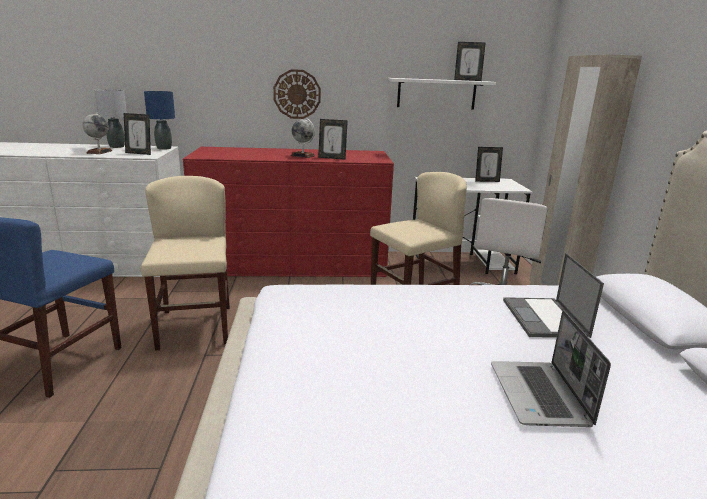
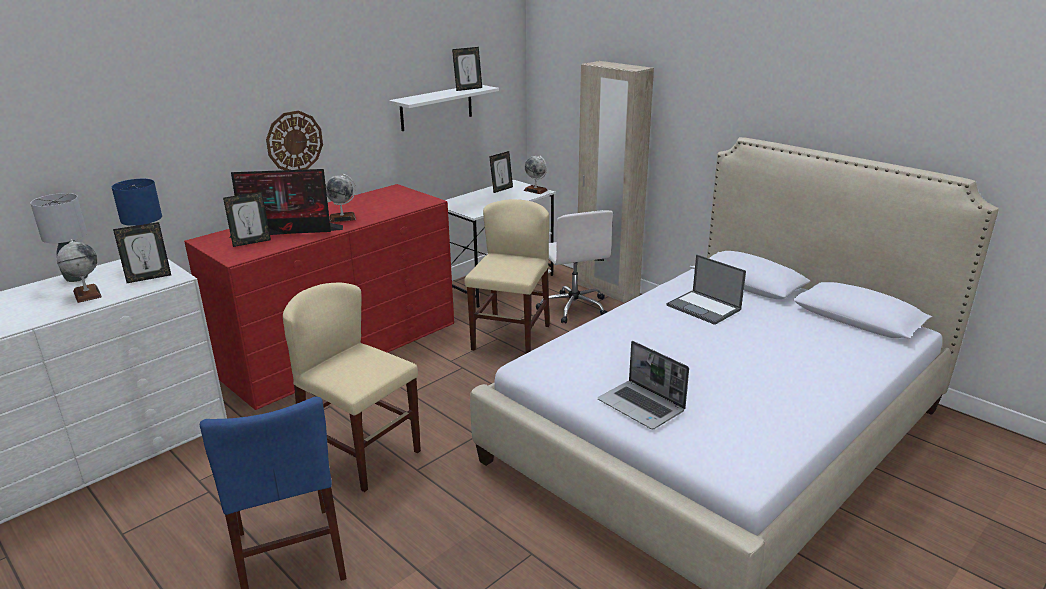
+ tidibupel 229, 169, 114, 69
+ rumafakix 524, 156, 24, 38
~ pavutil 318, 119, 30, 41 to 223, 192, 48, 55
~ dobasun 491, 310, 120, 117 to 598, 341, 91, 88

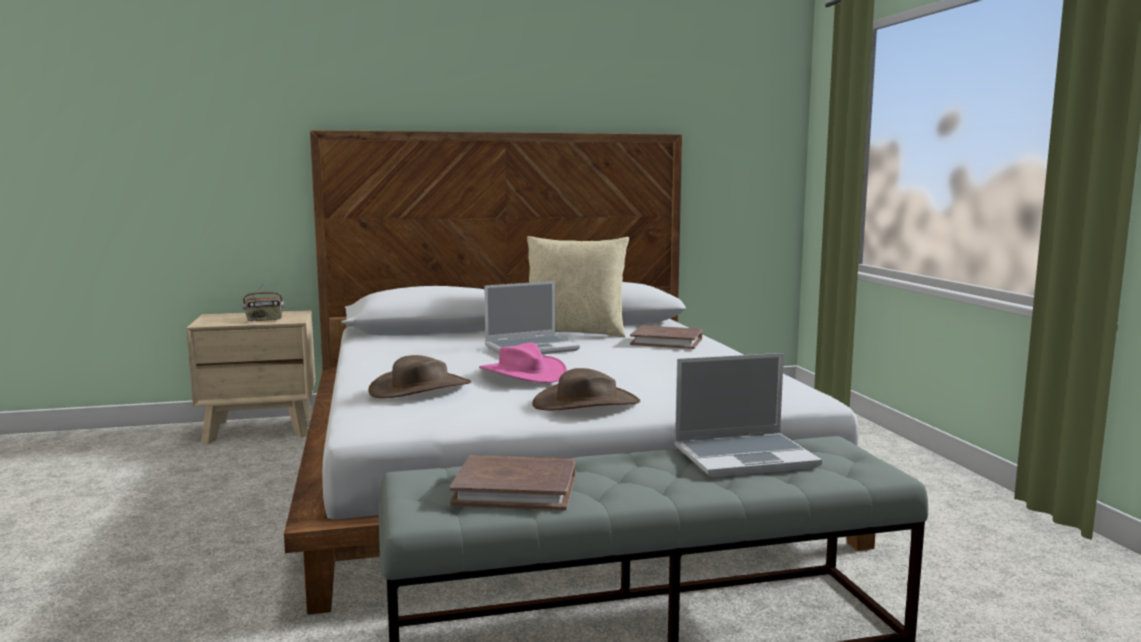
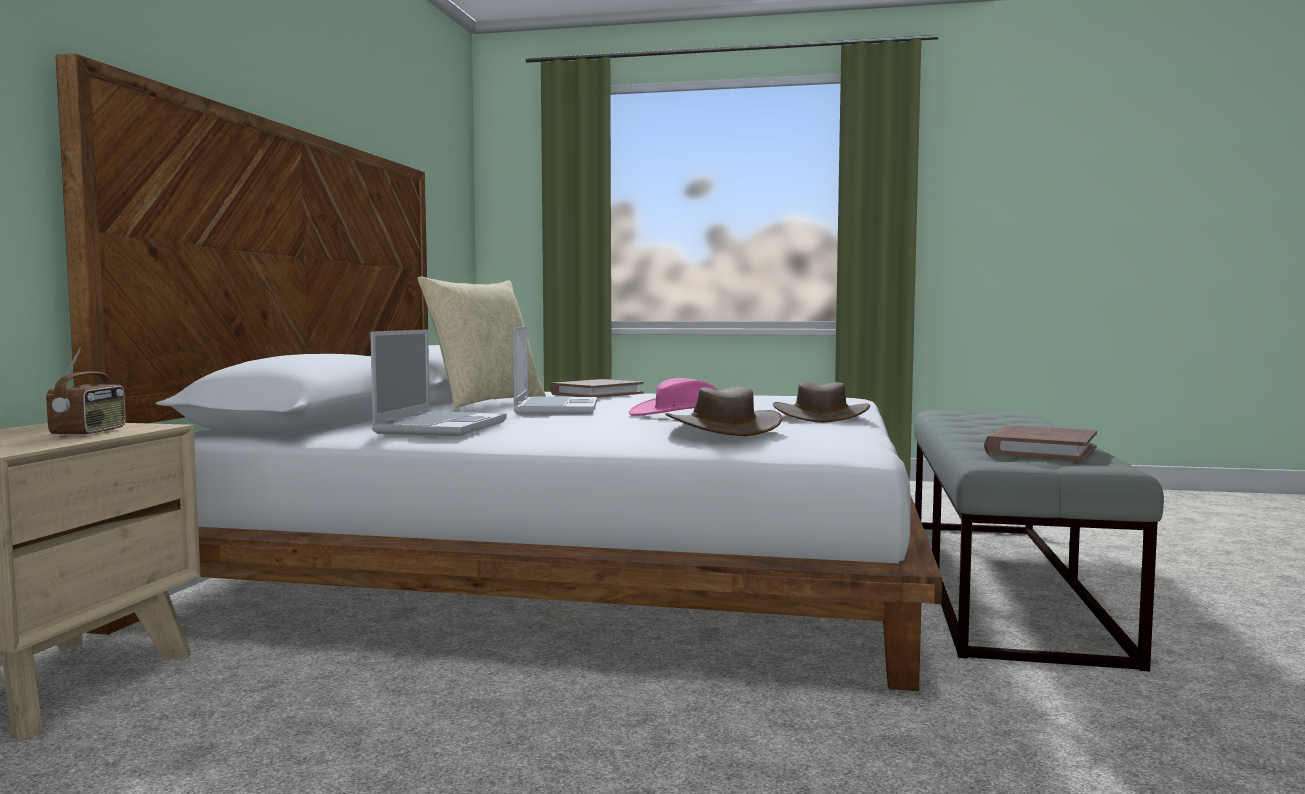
~ dobasun 674, 353, 148, 124 to 370, 330, 137, 106

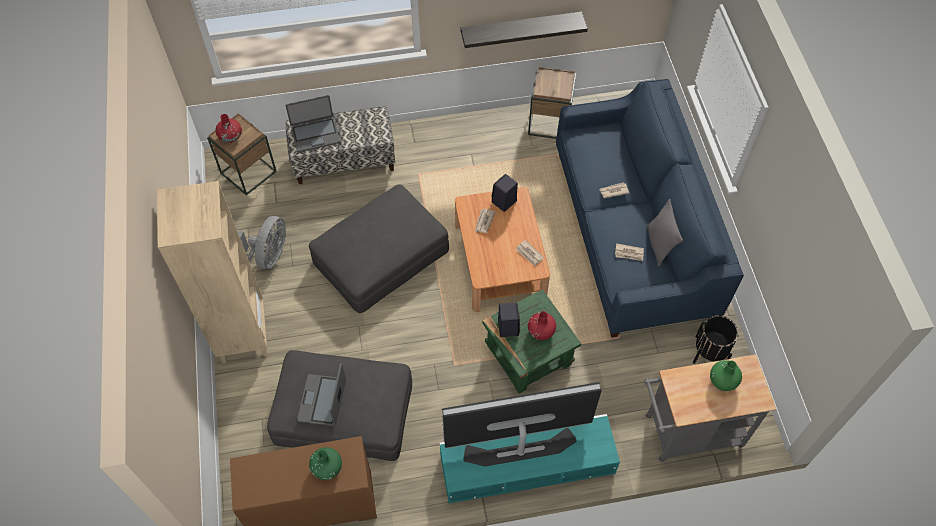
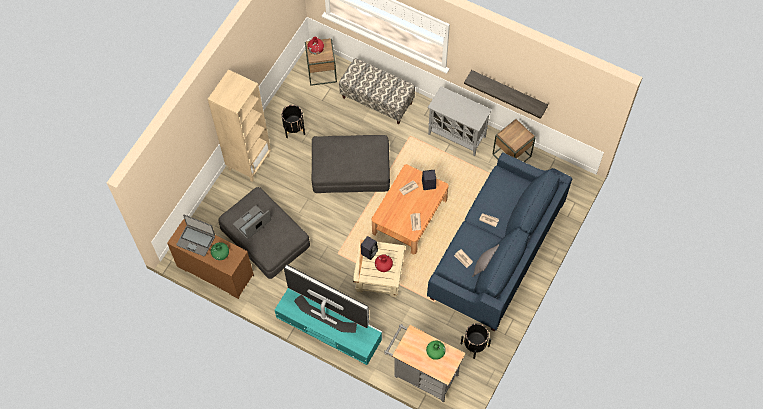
+ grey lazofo 428, 86, 64, 70
~ dobasun 286, 95, 54, 57 to 176, 215, 39, 41
~ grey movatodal 238, 216, 48, 53 to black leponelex 281, 105, 24, 33
~ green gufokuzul 482, 289, 99, 105 to beige gufokuzul 353, 239, 52, 58

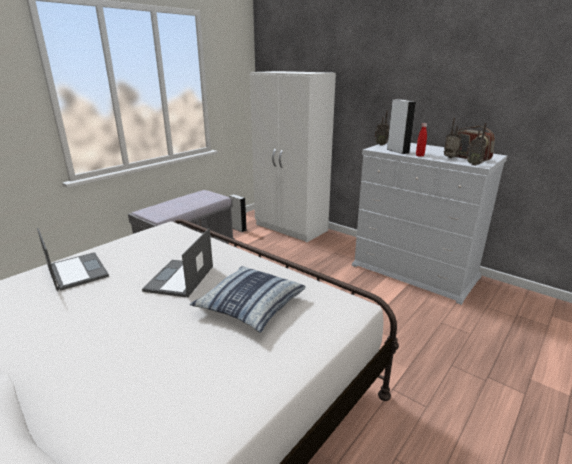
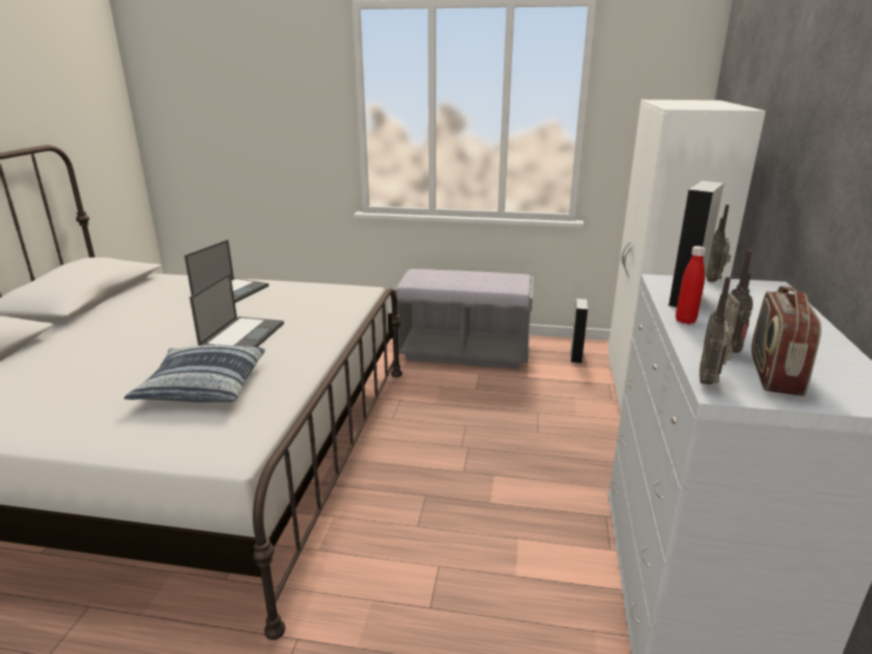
~ dobasun 142, 228, 71, 70 = 189, 273, 95, 74 120 degrees clockwise

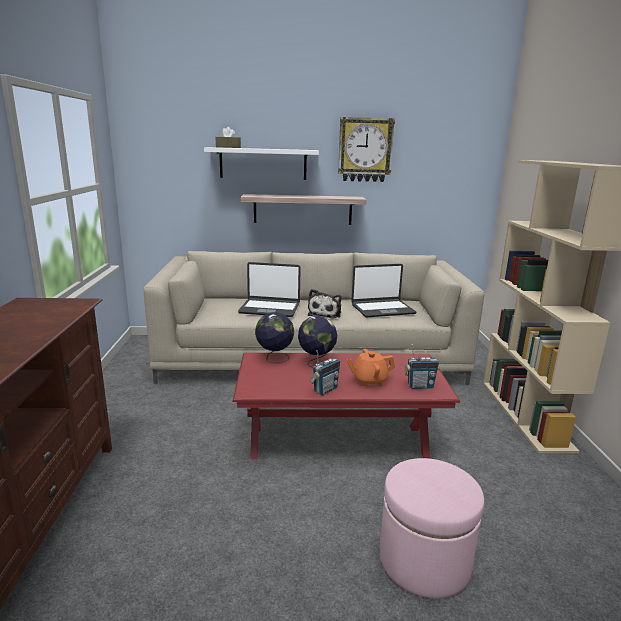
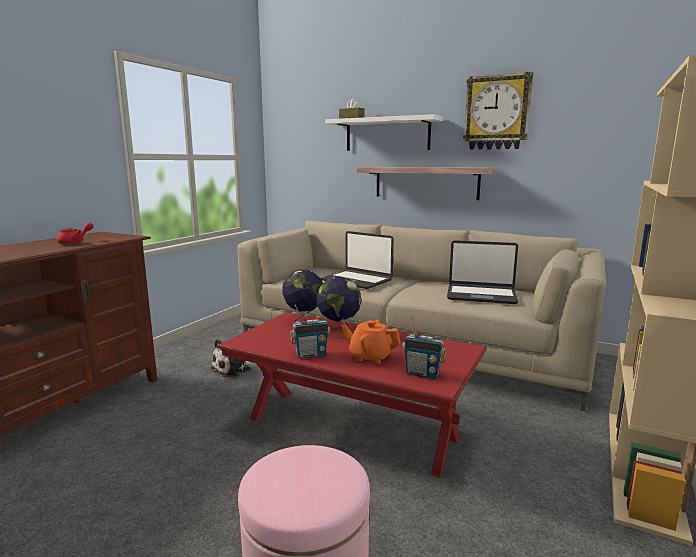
+ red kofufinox 57, 222, 37, 22
~ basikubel 308, 289, 34, 30 to 210, 339, 43, 38

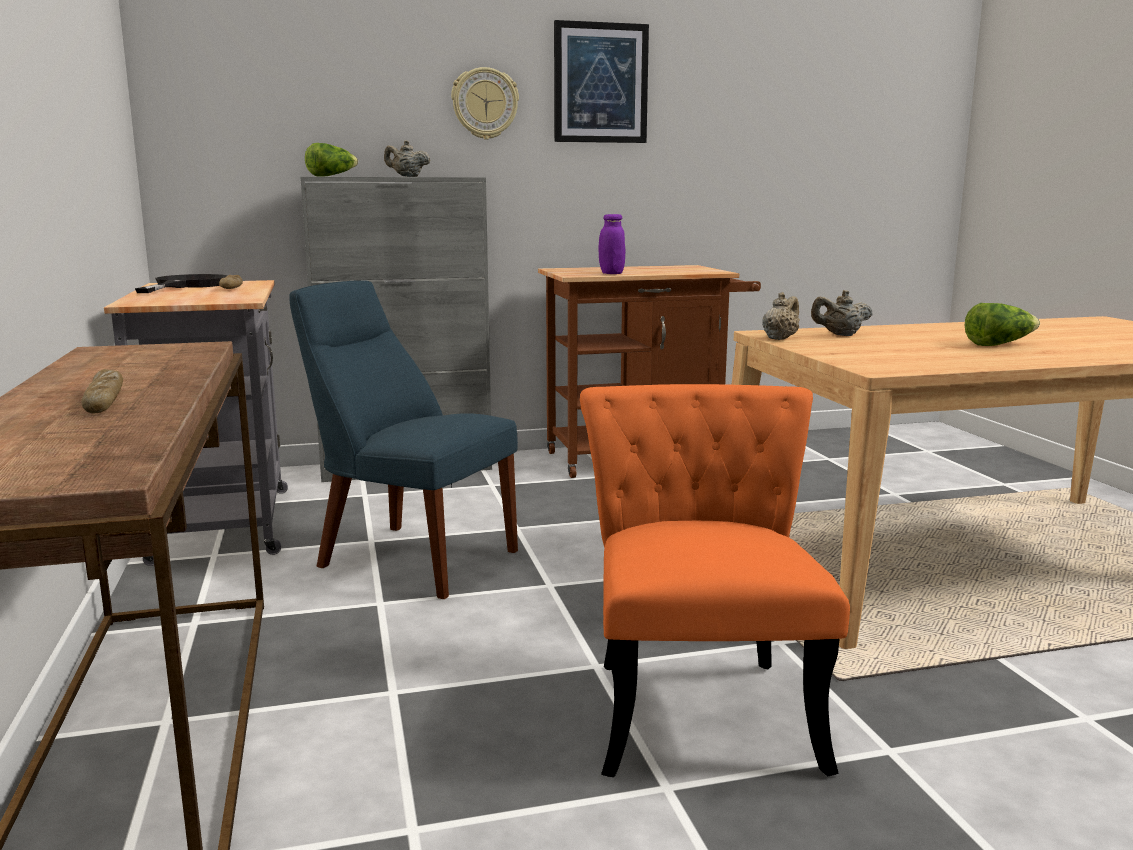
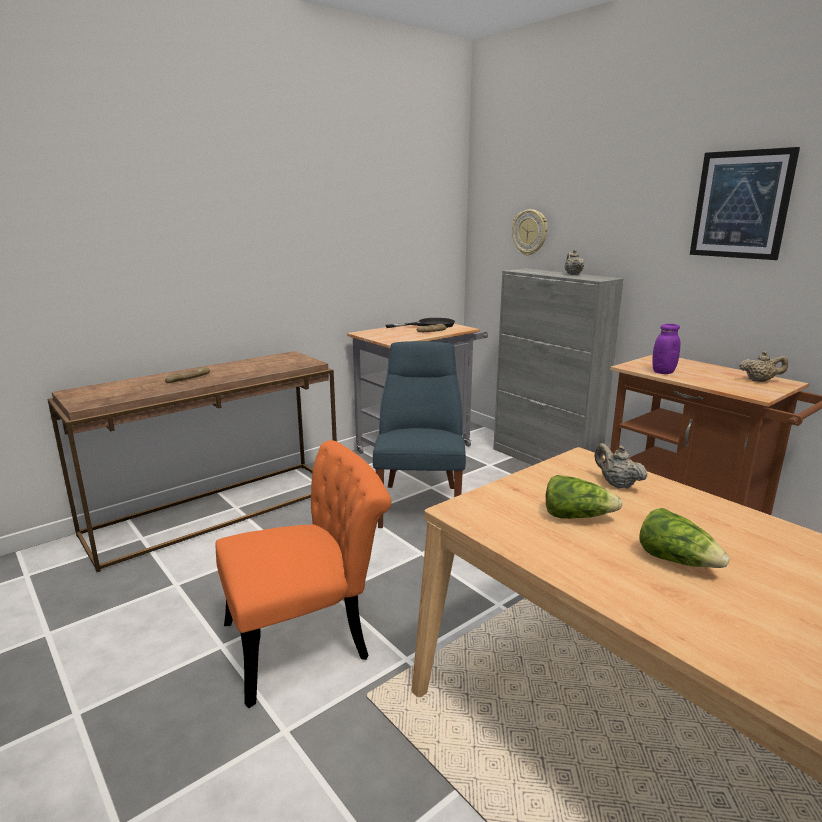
~ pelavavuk 305, 143, 53, 34 to 546, 475, 77, 44
~ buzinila 451, 67, 68, 72 to 512, 209, 36, 47
~ beige kofufinox 762, 292, 38, 48 to 739, 351, 49, 31

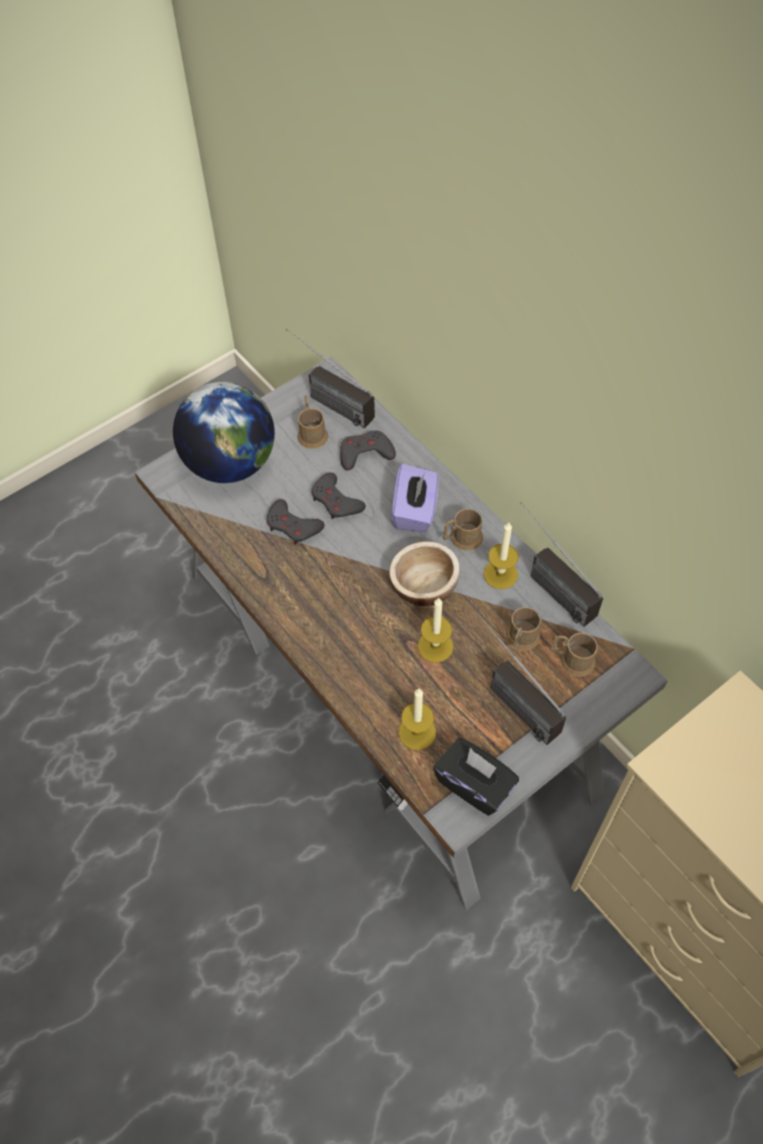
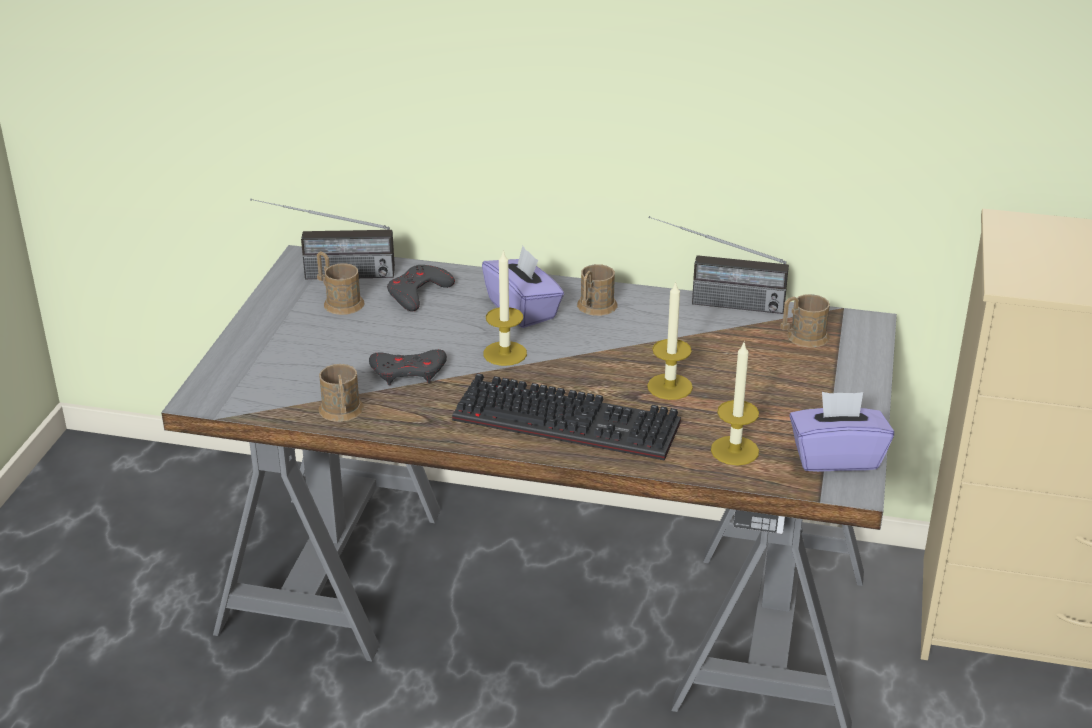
- rumafakix 173, 382, 102, 101
- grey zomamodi 311, 473, 55, 46
- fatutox 389, 541, 71, 65
- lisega 477, 614, 89, 131
+ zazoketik 452, 373, 229, 88
~ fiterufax 484, 522, 35, 67 to 483, 249, 44, 117
~ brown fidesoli 506, 607, 35, 44 to 319, 364, 45, 58
~ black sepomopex 433, 738, 86, 78 to purple sepomopex 789, 392, 105, 80

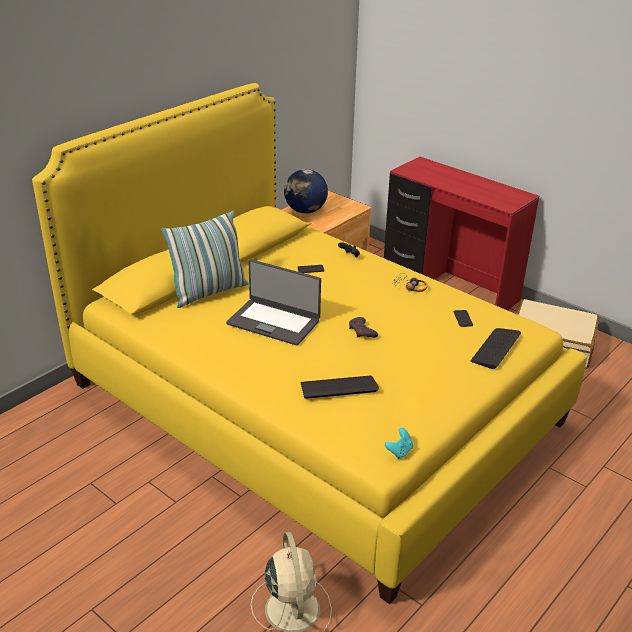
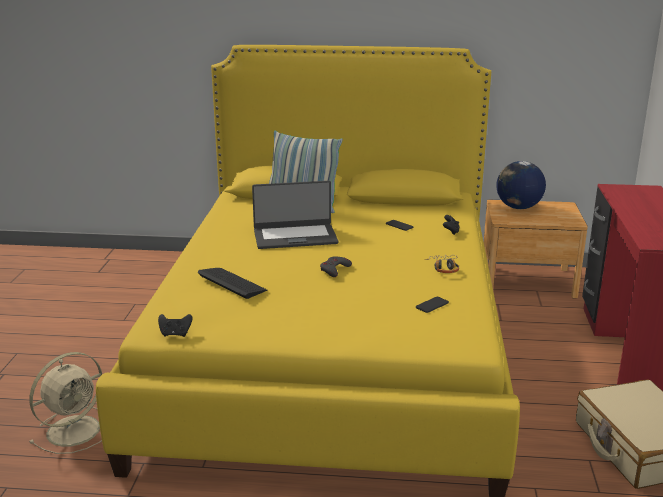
- zazoketik 470, 328, 51, 41
~ turquoise zomamodi 385, 428, 28, 31 to black zomamodi 158, 314, 34, 23
~ dobasun 226, 259, 95, 87 = 252, 181, 87, 68 90 degrees counterclockwise

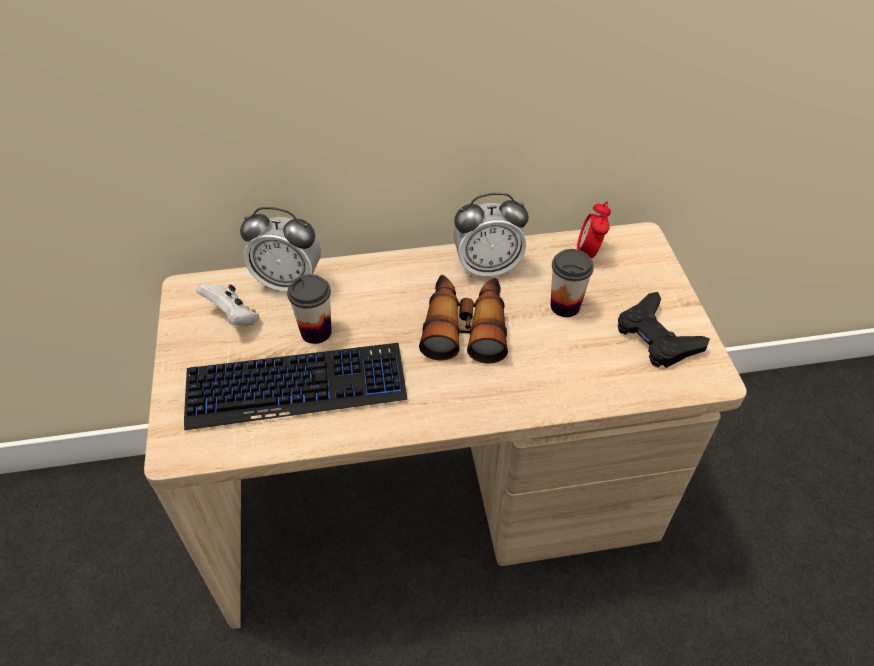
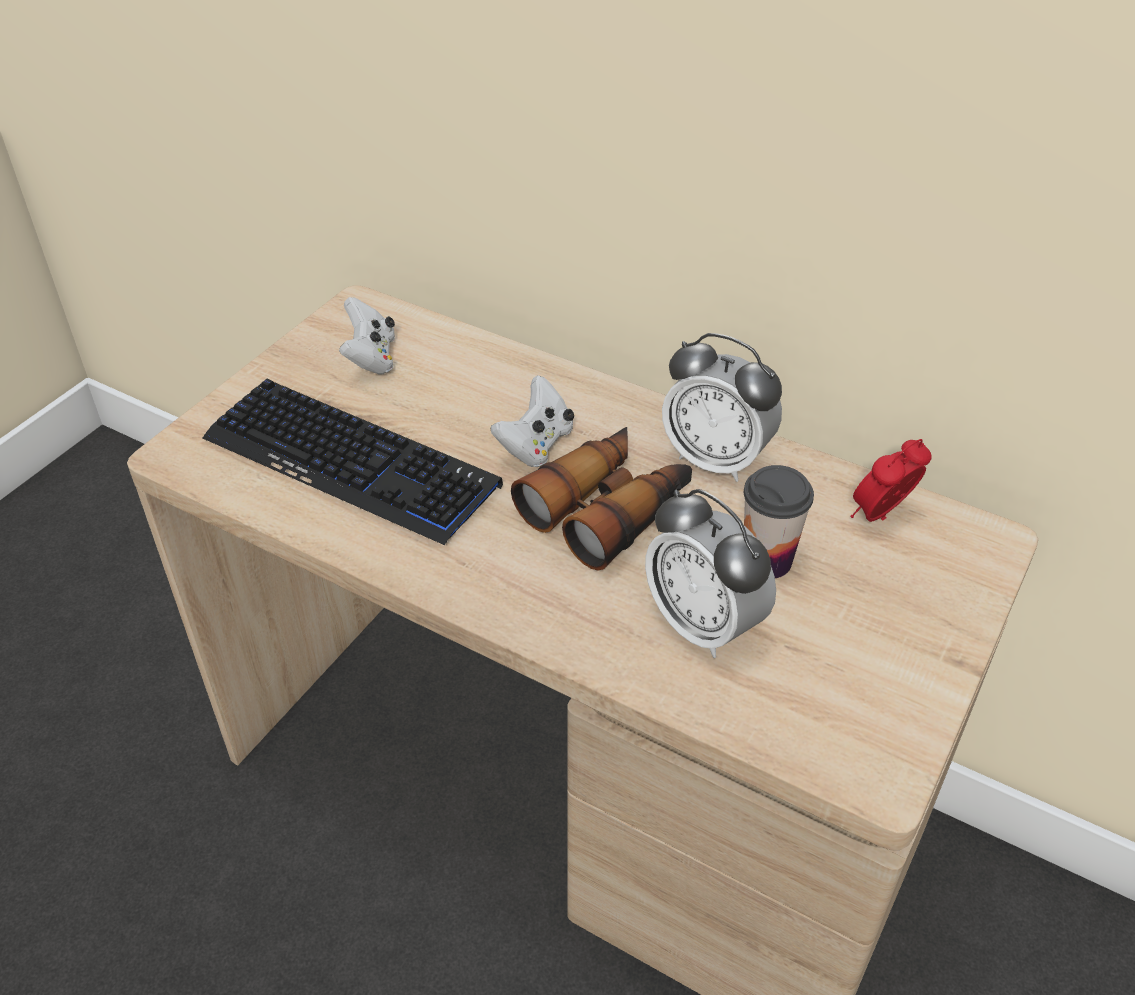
- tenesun 287, 274, 45, 70
- black zomamodi 618, 292, 92, 76
+ white zomamodi 491, 375, 83, 92
~ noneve 240, 207, 81, 85 to 645, 489, 131, 169

